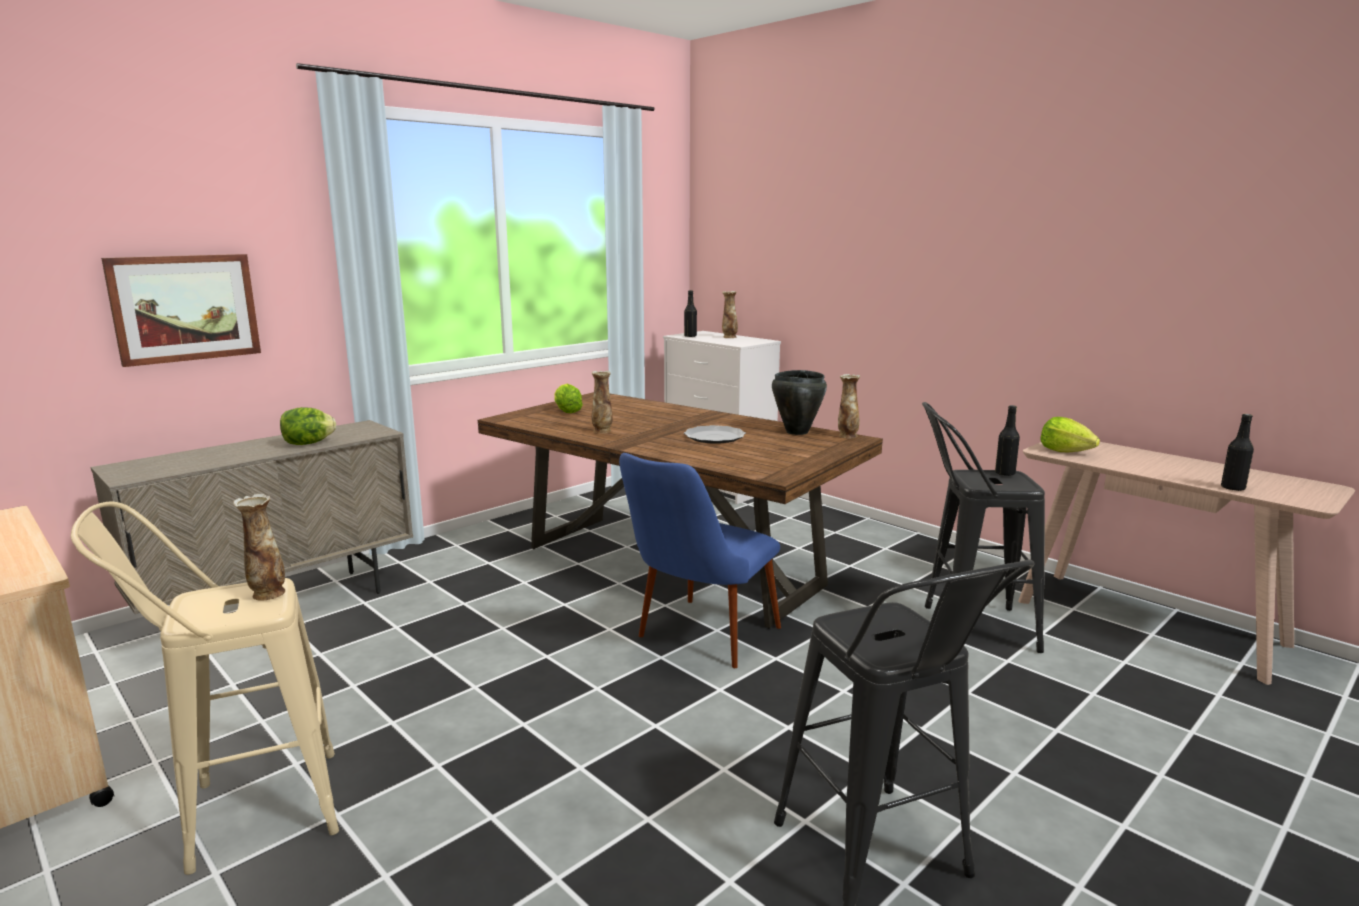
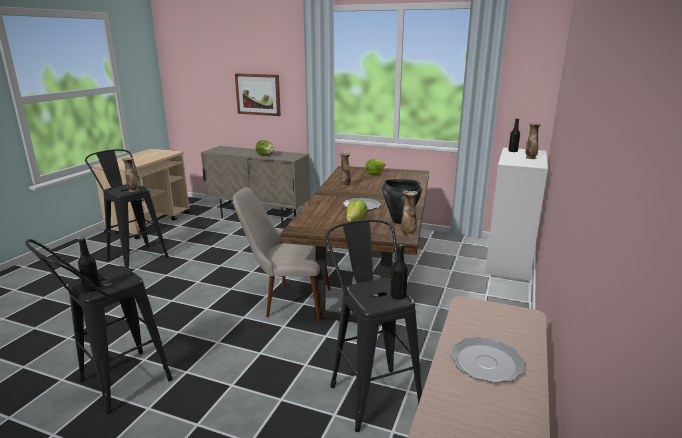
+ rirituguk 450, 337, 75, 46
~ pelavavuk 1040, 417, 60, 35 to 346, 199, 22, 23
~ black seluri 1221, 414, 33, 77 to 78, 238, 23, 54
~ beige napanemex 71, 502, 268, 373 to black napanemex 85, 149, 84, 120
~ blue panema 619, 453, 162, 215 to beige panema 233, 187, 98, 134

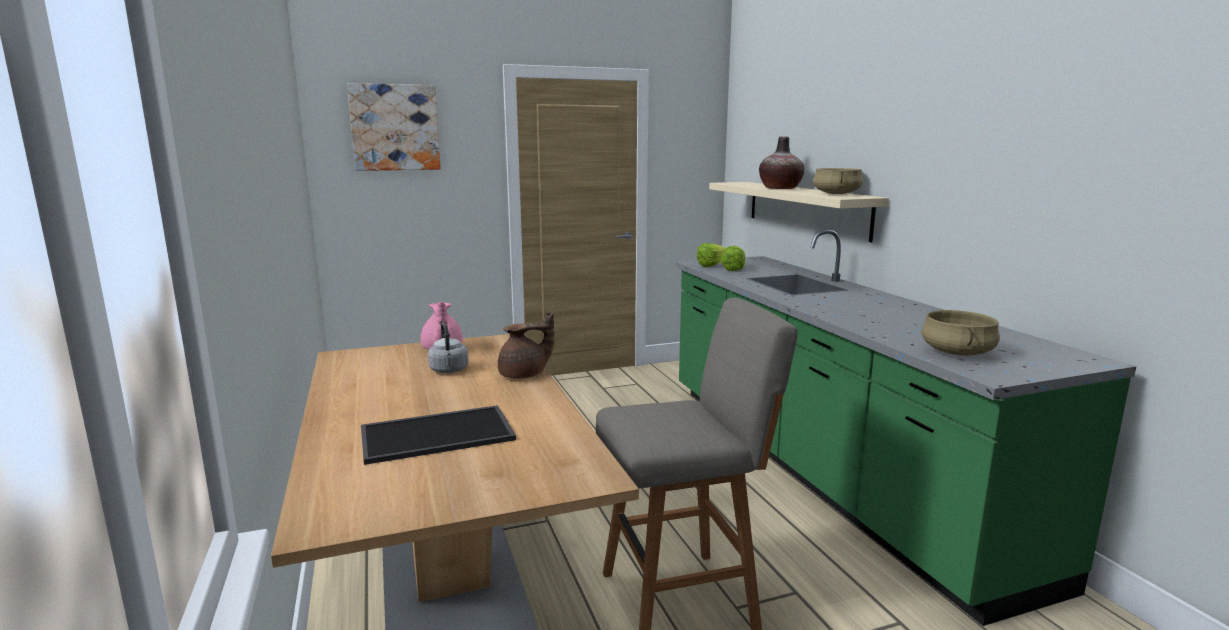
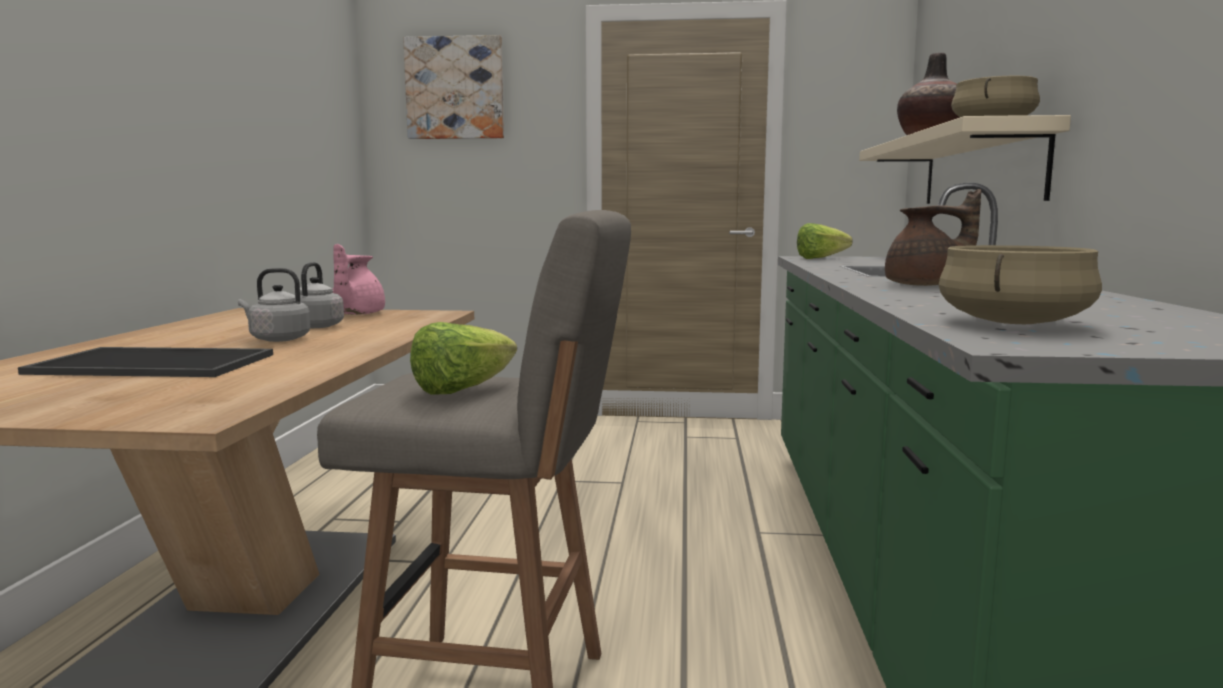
+ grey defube 238, 268, 72, 74
~ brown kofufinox 498, 311, 56, 68 to 885, 189, 96, 97
~ pelavavuk 720, 246, 26, 25 to 410, 322, 107, 73

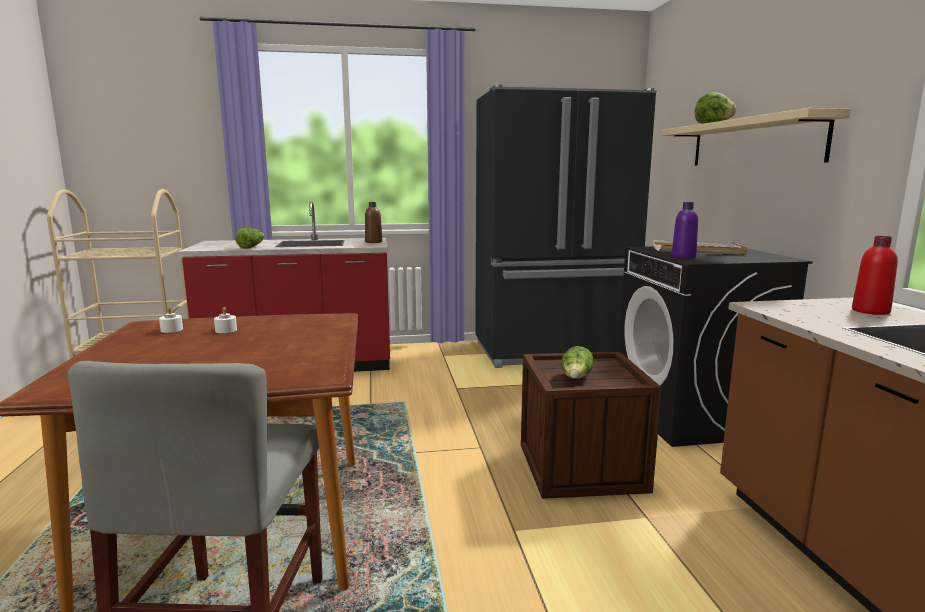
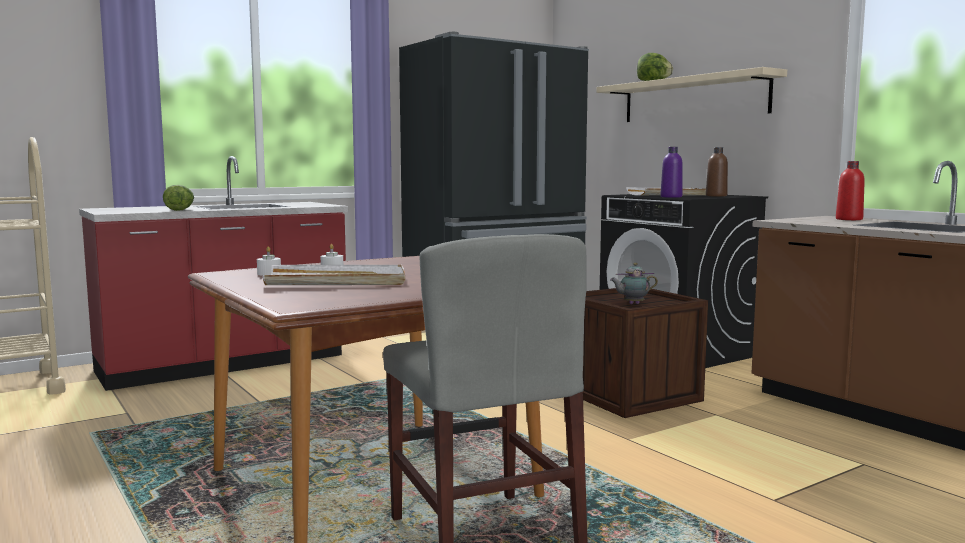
+ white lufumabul 263, 265, 142, 20
~ brown seluri 365, 202, 17, 41 to 706, 147, 22, 50
~ pelavavuk 561, 346, 33, 33 to kofufinox 610, 263, 48, 41

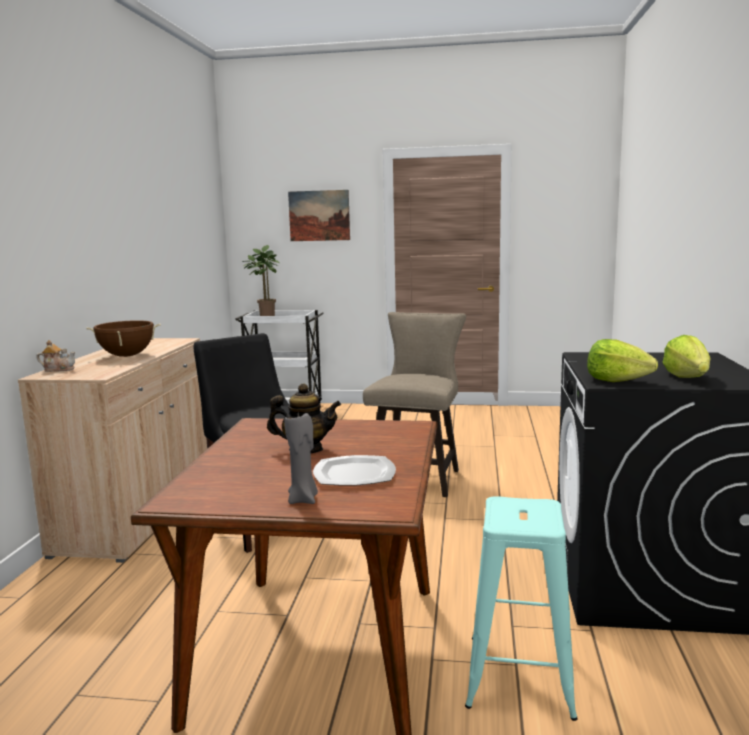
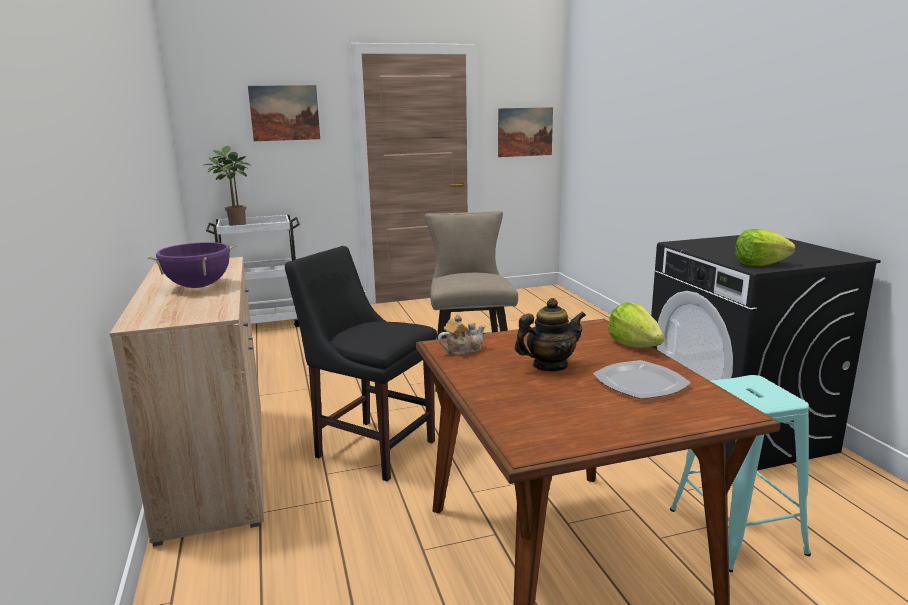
- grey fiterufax 285, 413, 33, 91
+ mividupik 498, 107, 55, 50
~ kofufinox 36, 340, 40, 32 to 438, 315, 47, 41
~ pelavavuk 663, 335, 47, 43 to 608, 302, 56, 46
~ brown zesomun 86, 320, 75, 37 to purple zesomun 147, 242, 90, 46

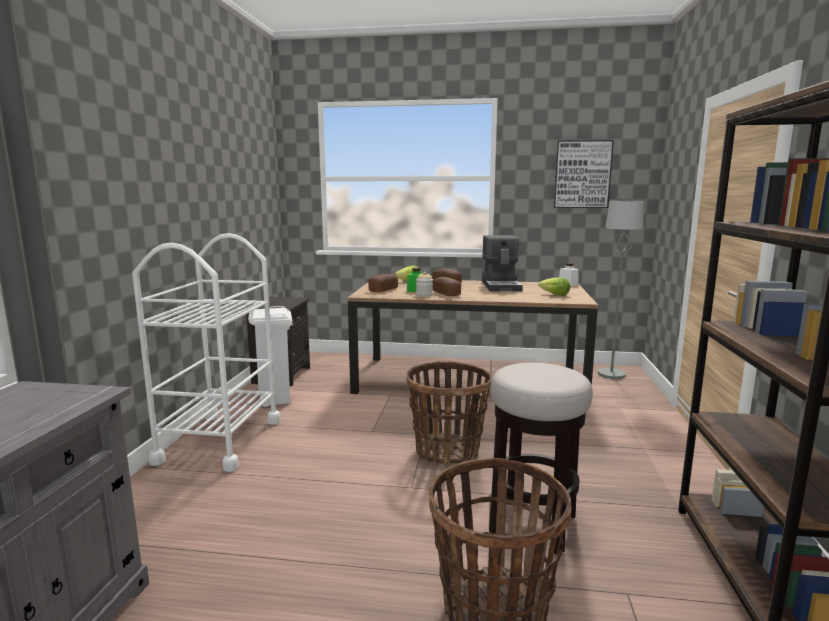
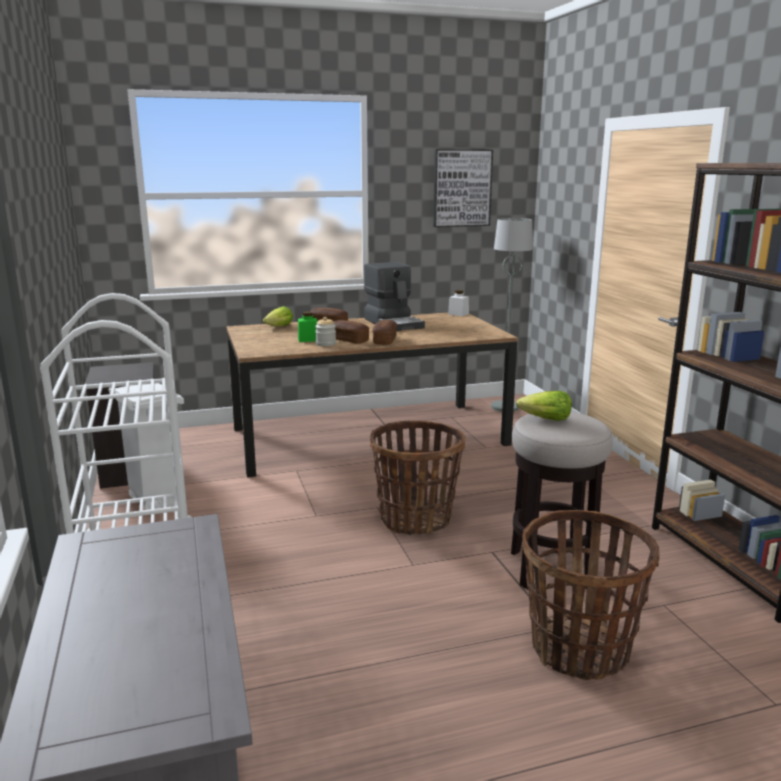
~ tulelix 368, 274, 30, 18 to 372, 320, 25, 25
~ pelavavuk 538, 277, 32, 18 to 516, 391, 56, 30

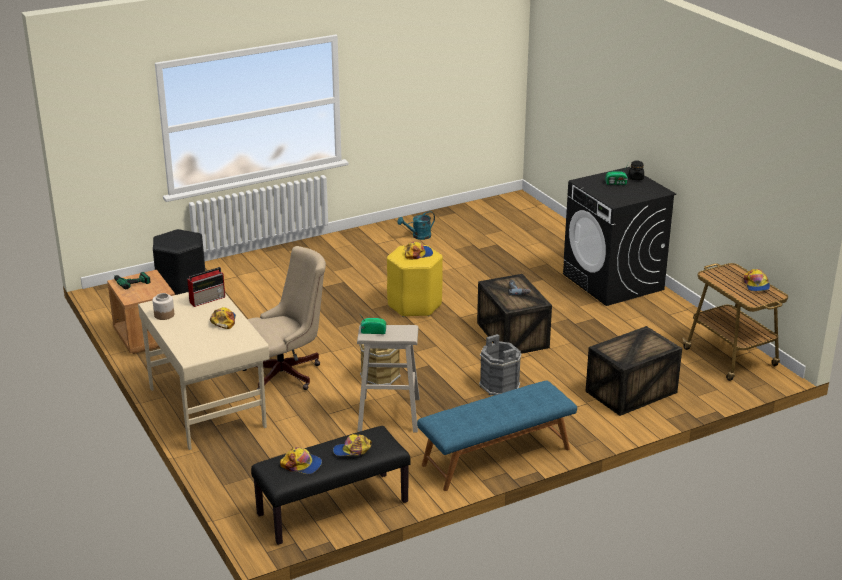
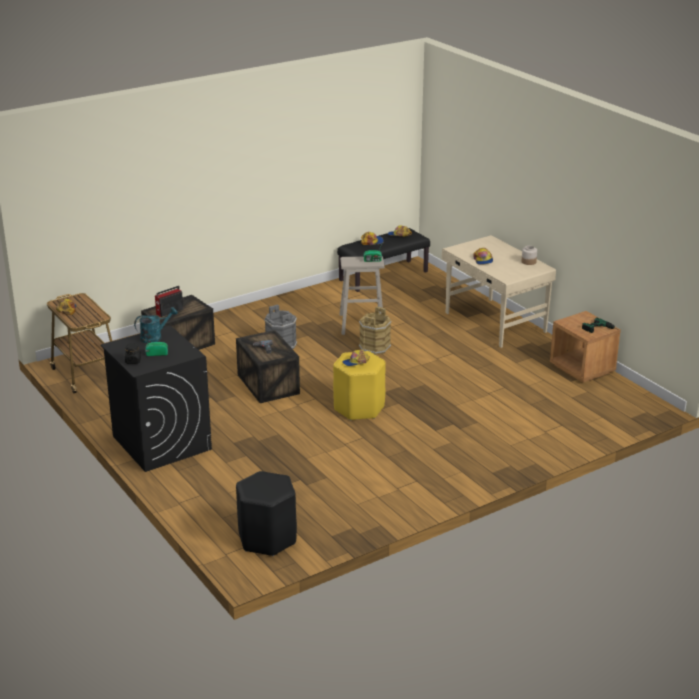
- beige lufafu 243, 246, 83, 144
- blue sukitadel 417, 380, 160, 111
~ black napanemex 153, 229, 52, 66 to 236, 471, 61, 85
~ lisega 187, 267, 38, 40 to 155, 286, 28, 31
~ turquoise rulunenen 397, 211, 38, 29 to 134, 307, 43, 36

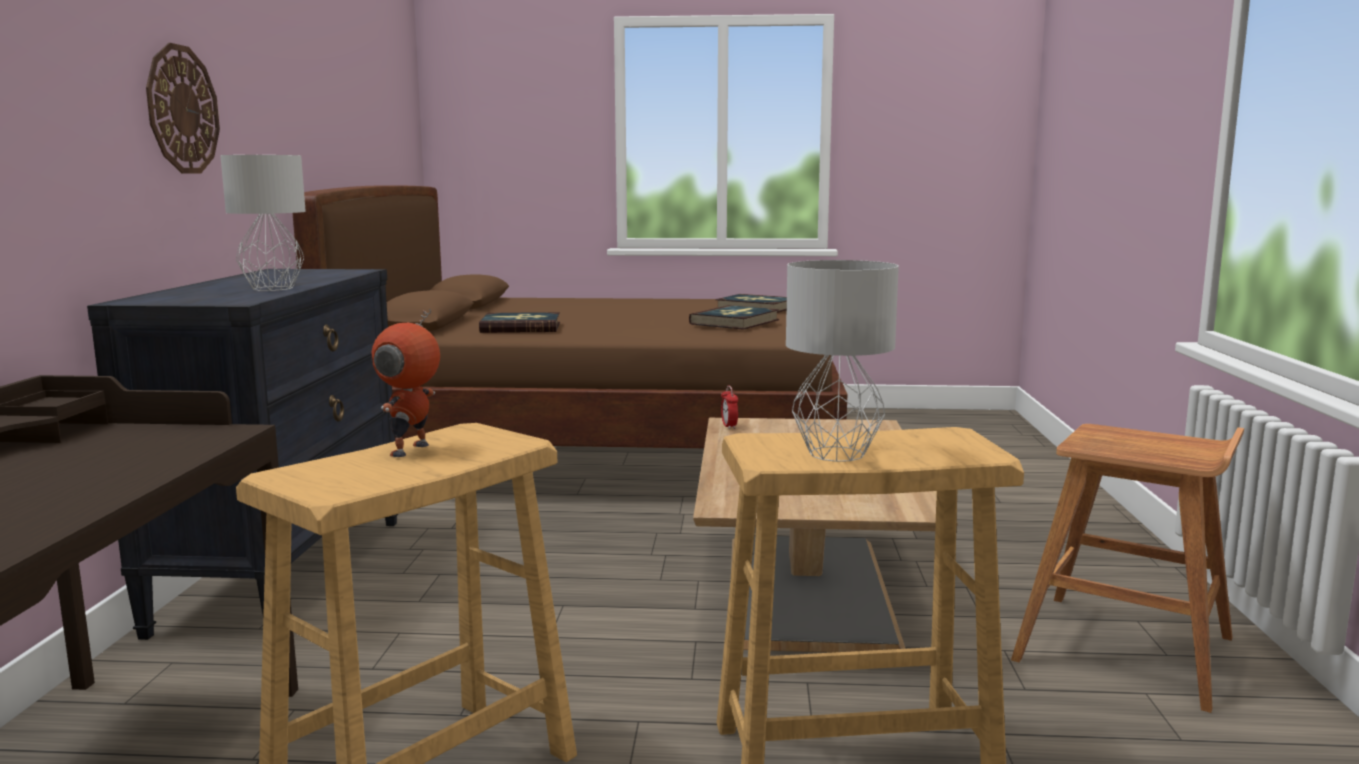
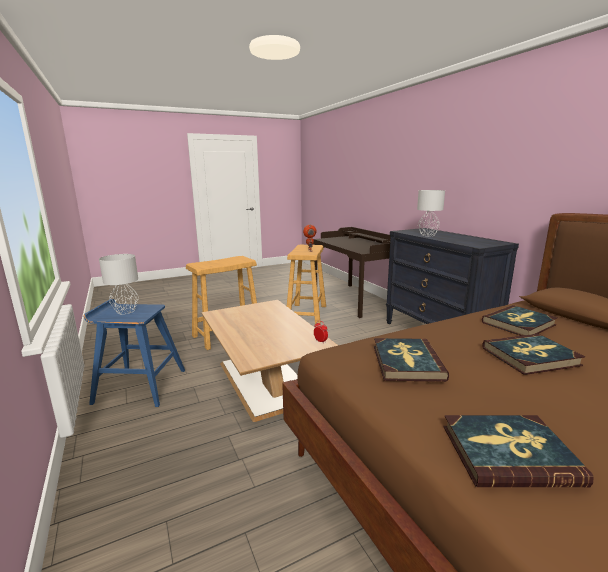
- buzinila 146, 43, 74, 131
+ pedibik 483, 334, 102, 41
~ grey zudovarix 786, 260, 113, 202 to 99, 254, 40, 60
~ brown napanemex 1011, 424, 233, 289 to blue napanemex 83, 299, 102, 108

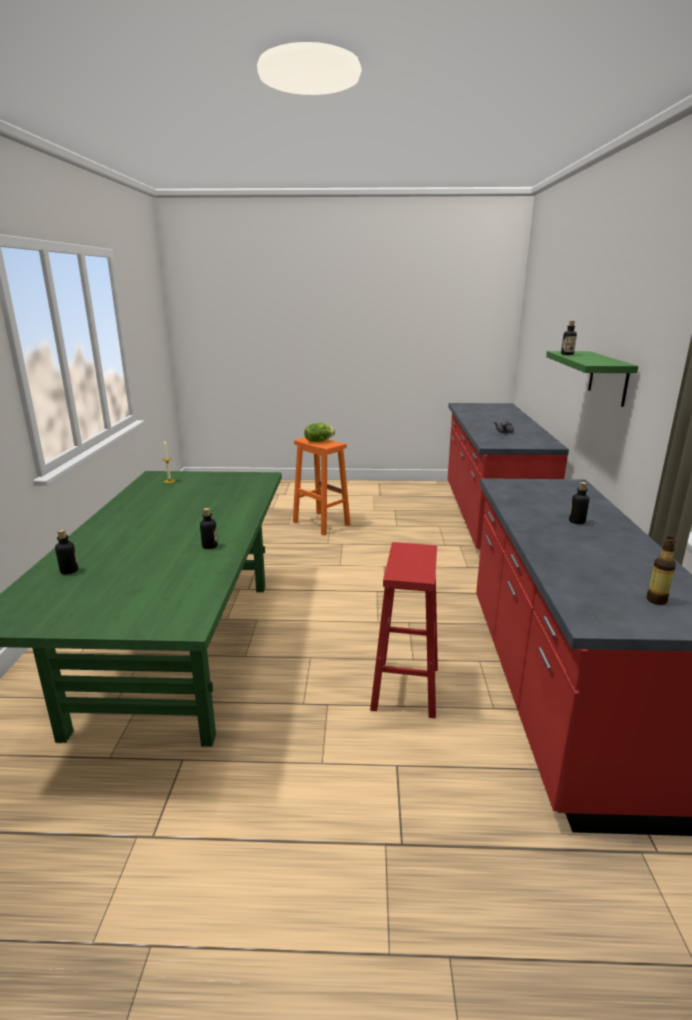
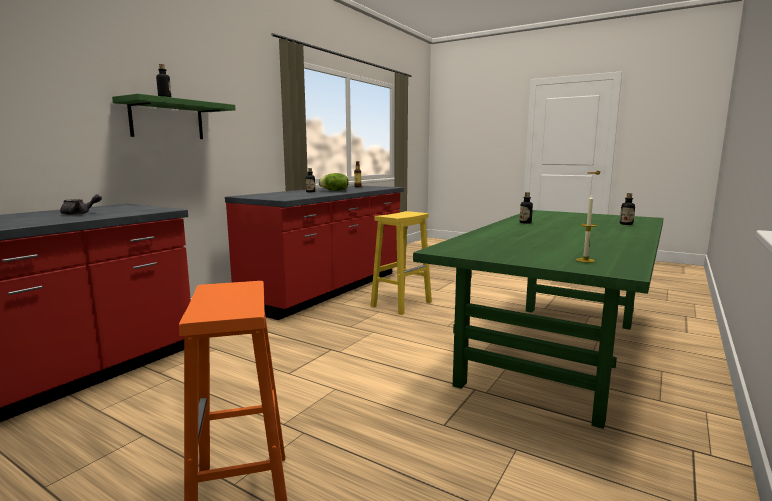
~ pelavavuk 304, 423, 31, 19 to 318, 173, 31, 18
~ red napanemex 370, 542, 68, 176 to yellow napanemex 371, 211, 61, 104

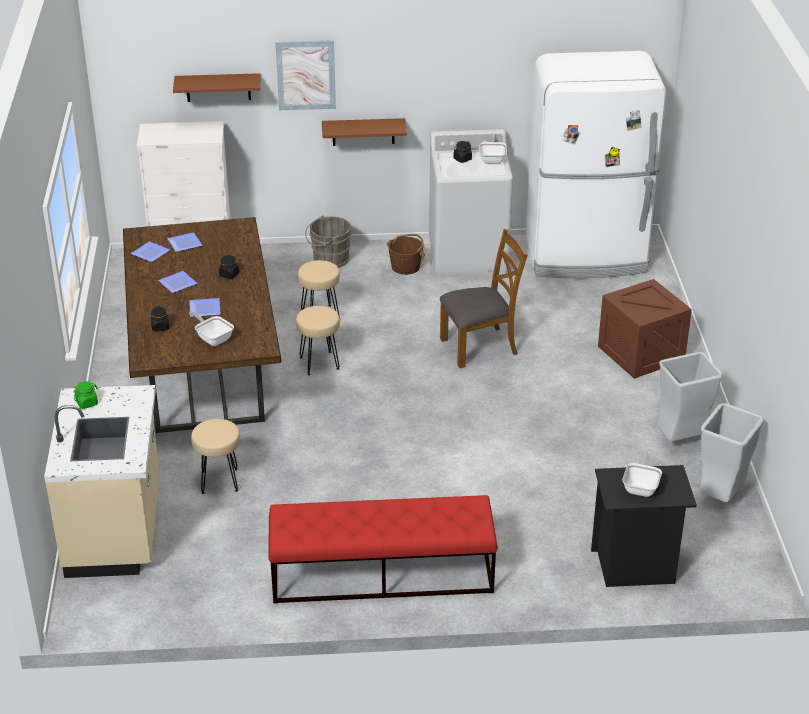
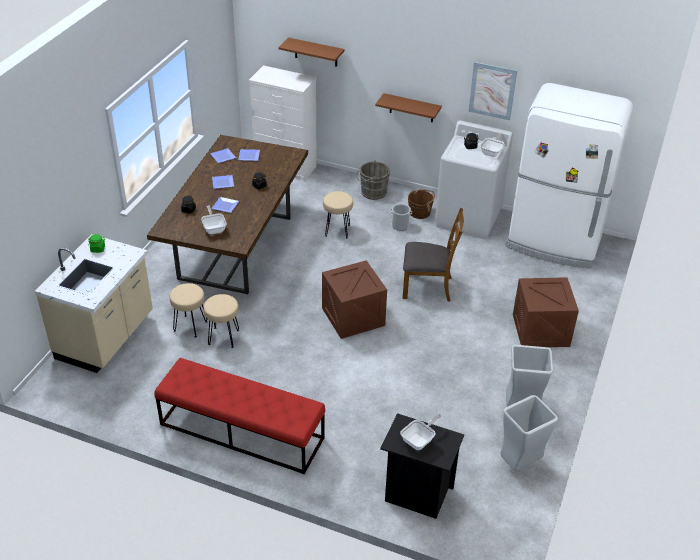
+ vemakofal 322, 260, 65, 79
+ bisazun 390, 204, 22, 27
~ mividupik 276, 40, 60, 70 to 468, 62, 49, 58
~ beige napanemex 296, 306, 44, 69 to 203, 294, 36, 54

